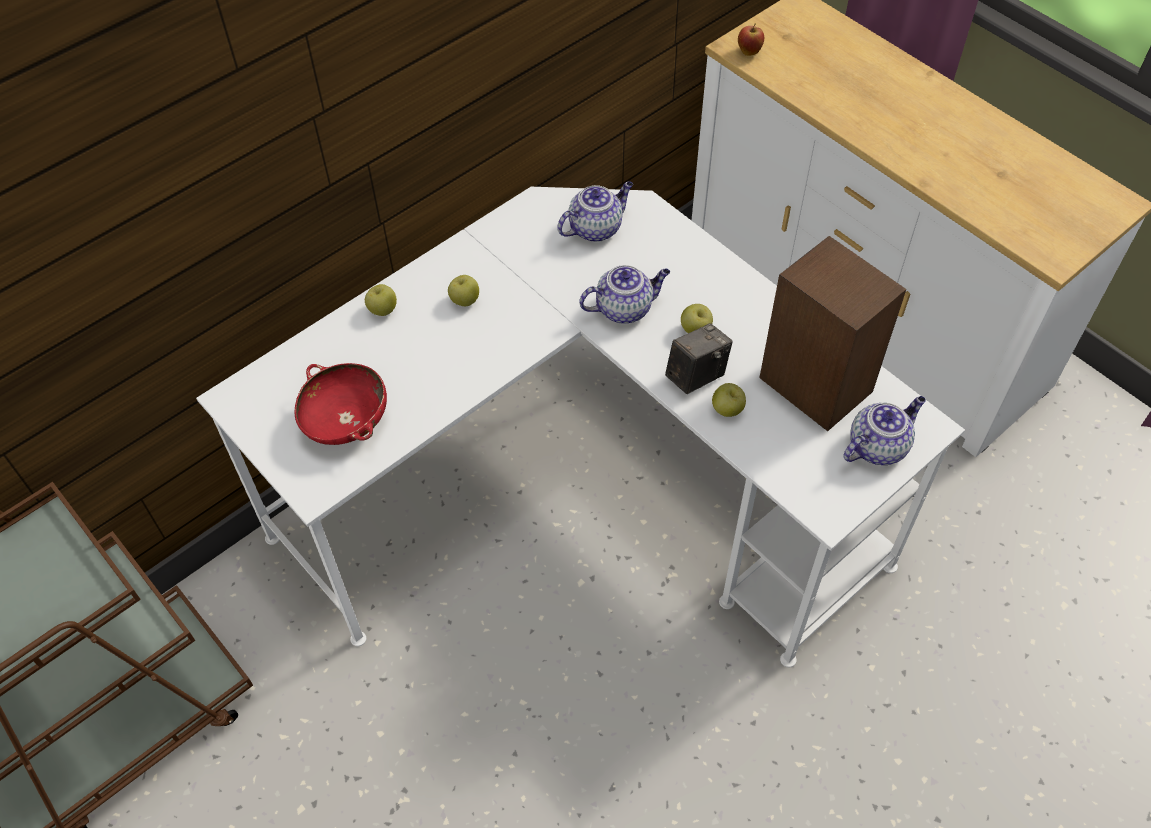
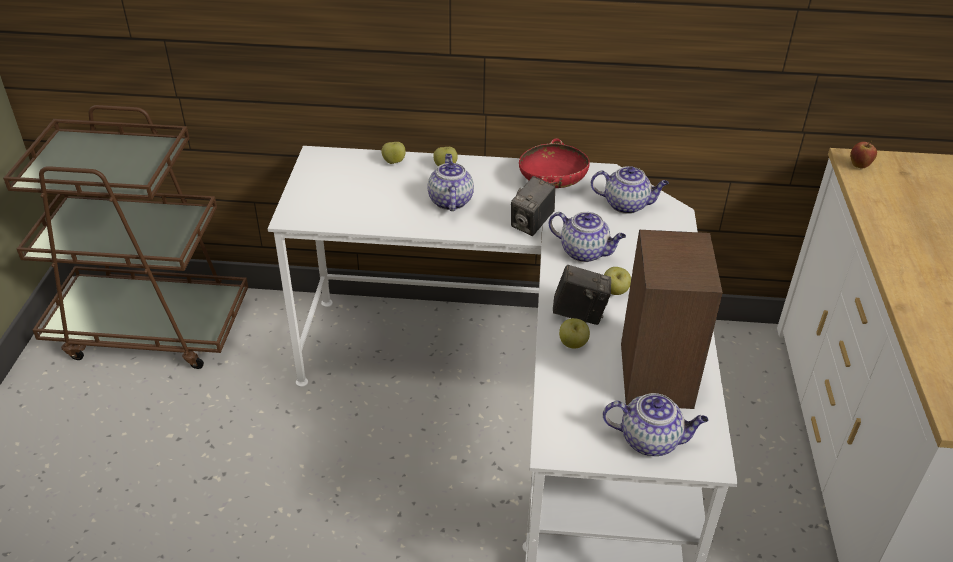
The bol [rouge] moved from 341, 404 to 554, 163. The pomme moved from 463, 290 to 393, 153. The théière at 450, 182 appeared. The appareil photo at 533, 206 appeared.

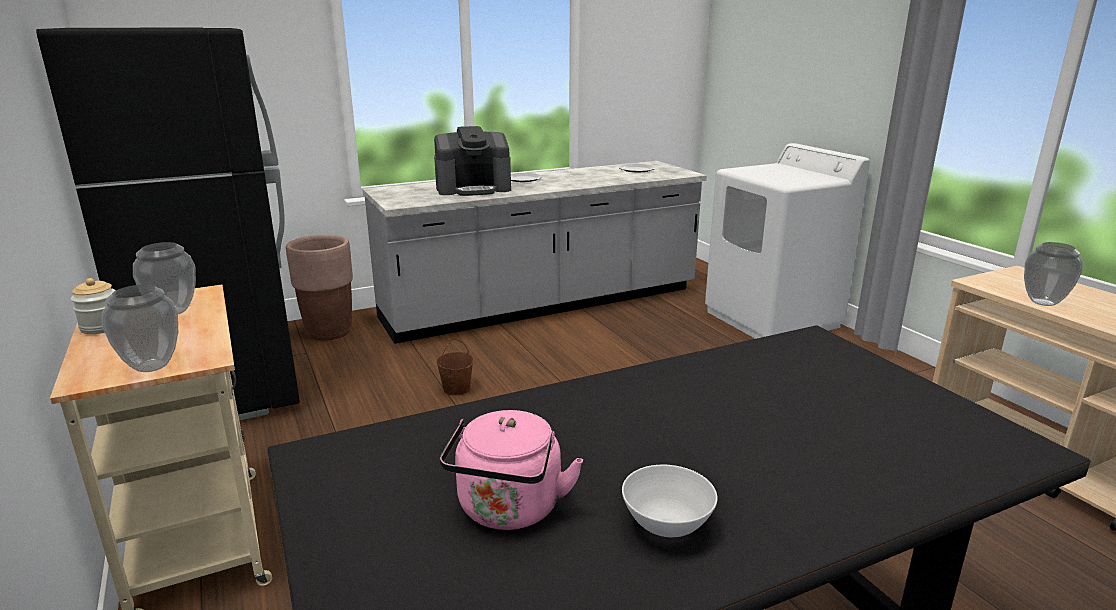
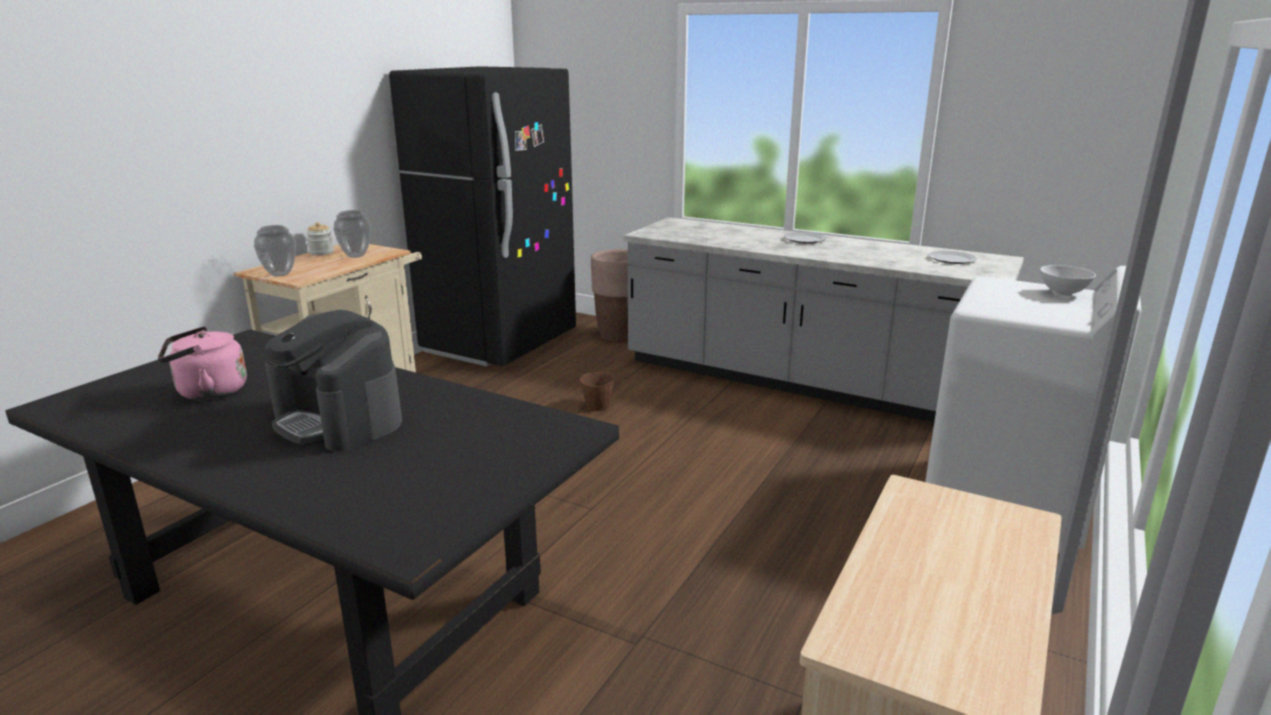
The machine à café moved from 472, 161 to 333, 380. The bol [blanc] moved from 670, 501 to 1068, 280. The vase at 1053, 274 disappeared.

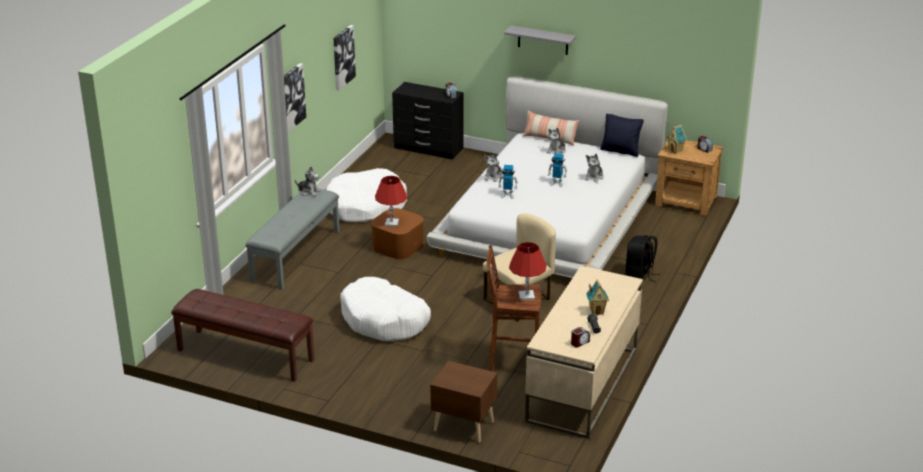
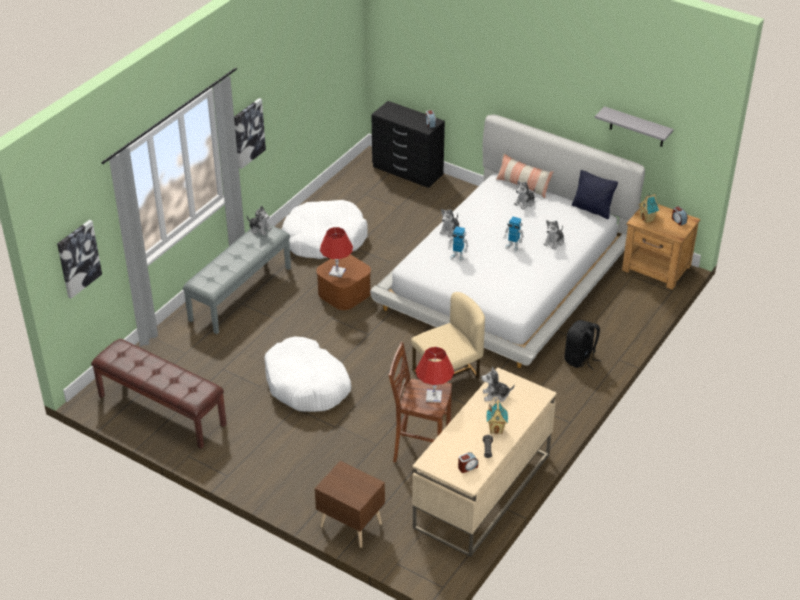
The tableau moved from 345, 57 to 79, 259. The étagère [gris] moved from 540, 40 to 634, 126. The peluche at 498, 384 appeared.

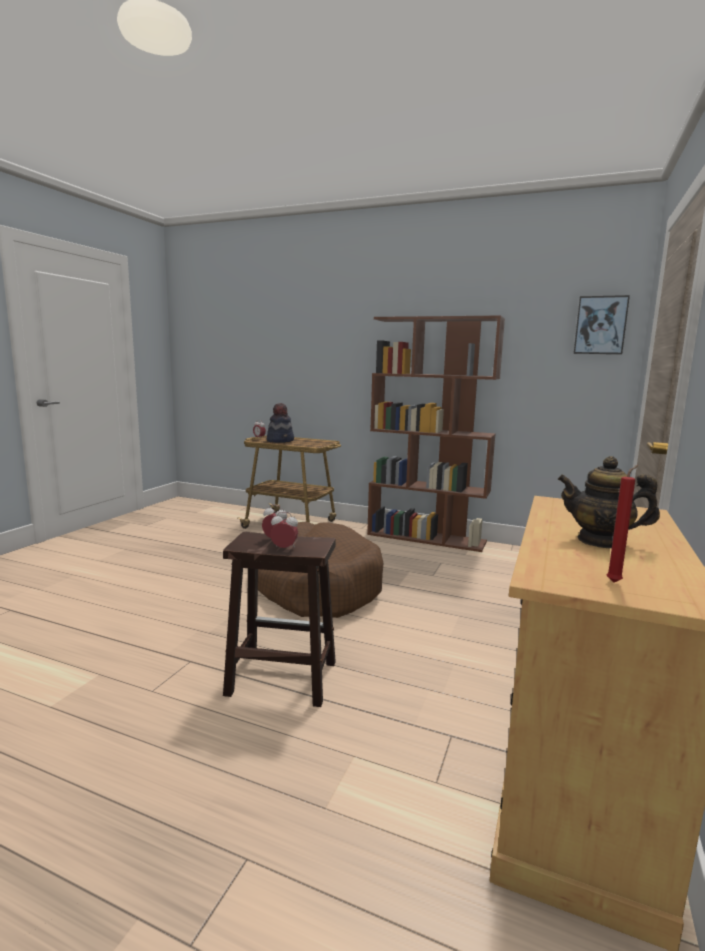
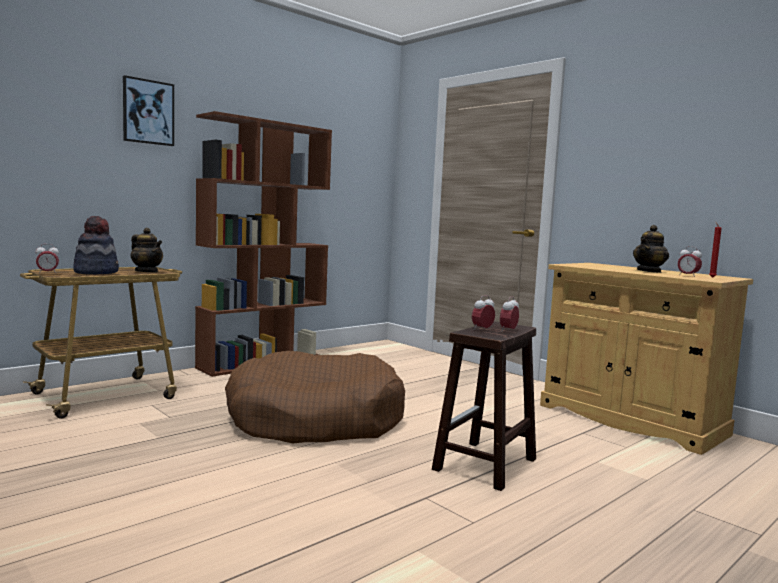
The tableau moved from 602, 324 to 148, 110. The théière at 146, 250 appeared. The réveil at 690, 261 appeared.

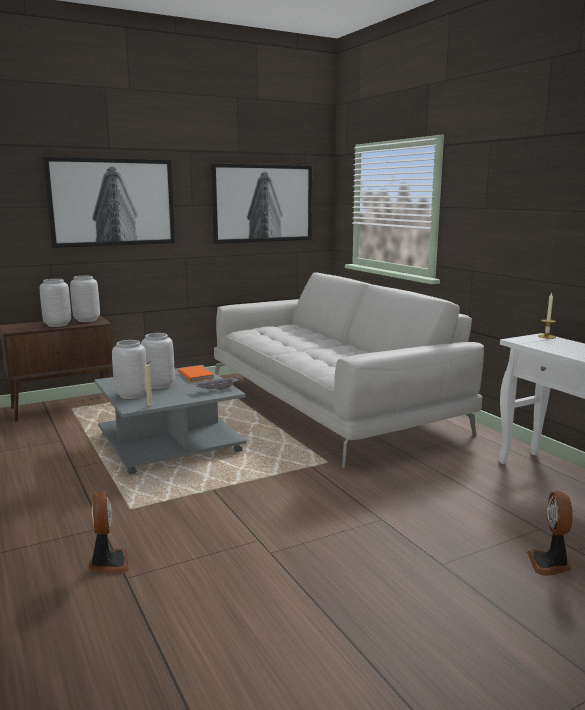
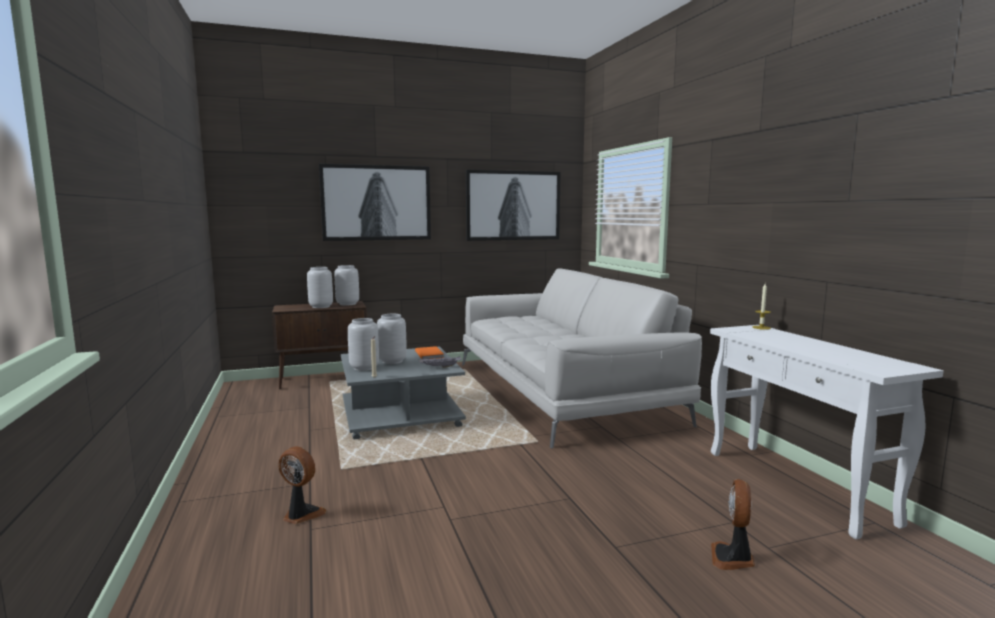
The ventilateur at 109, 532 turned 60 degrees counterclockwise.

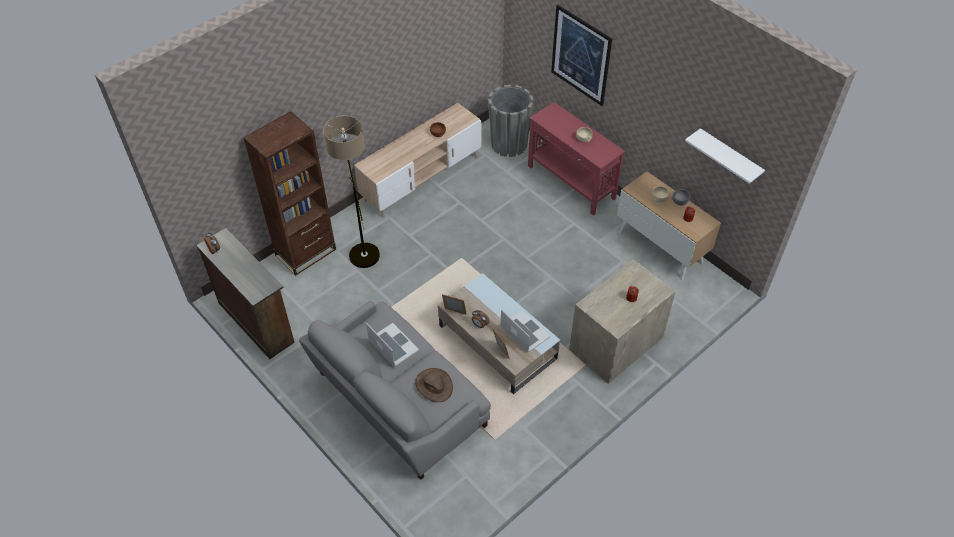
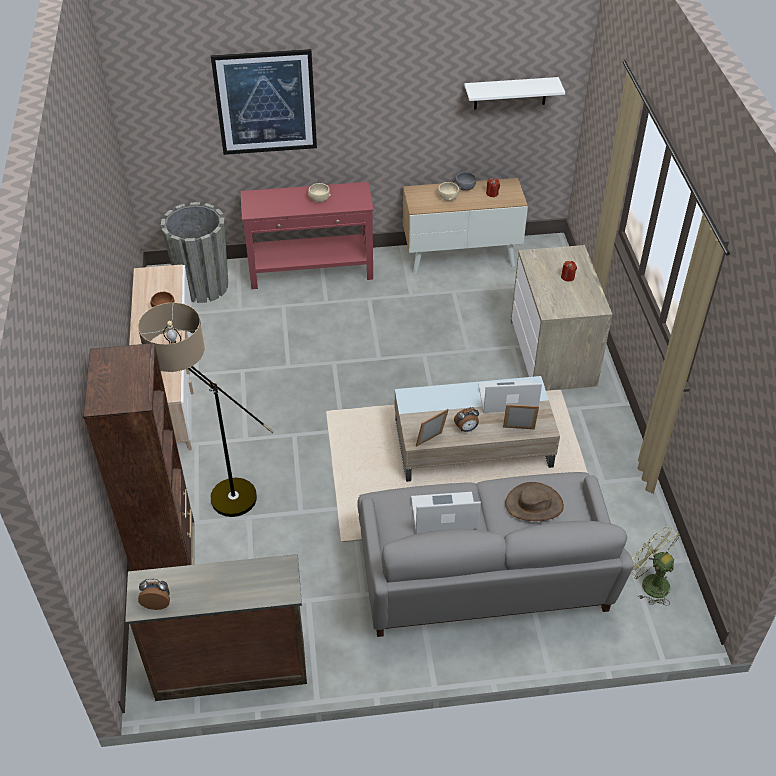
The ventilateur [vert] at 655, 566 appeared.

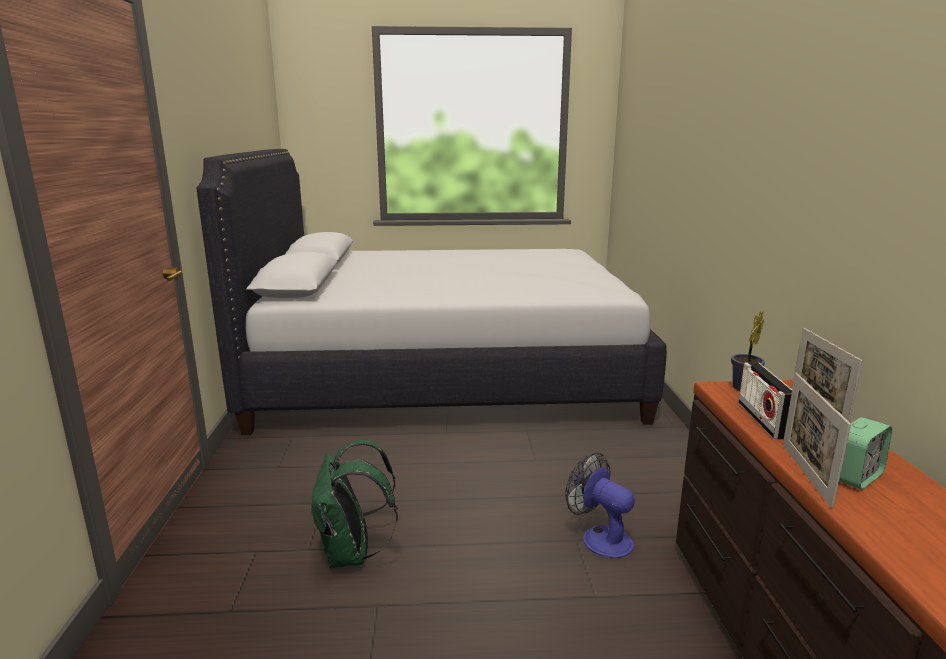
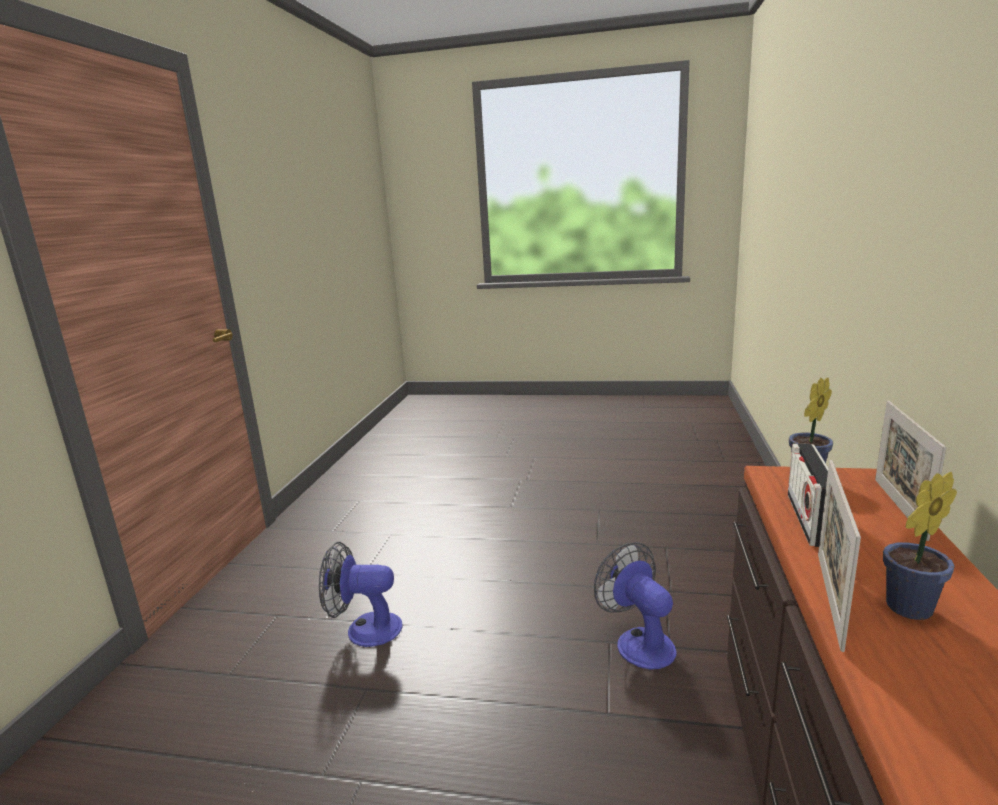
The lit [blanc] at 431, 292 disappeared. The sac à dos [vert] at 354, 503 was replaced by the ventilateur at 360, 594. The réveil at 865, 453 was replaced by the plante en pot at 920, 546.

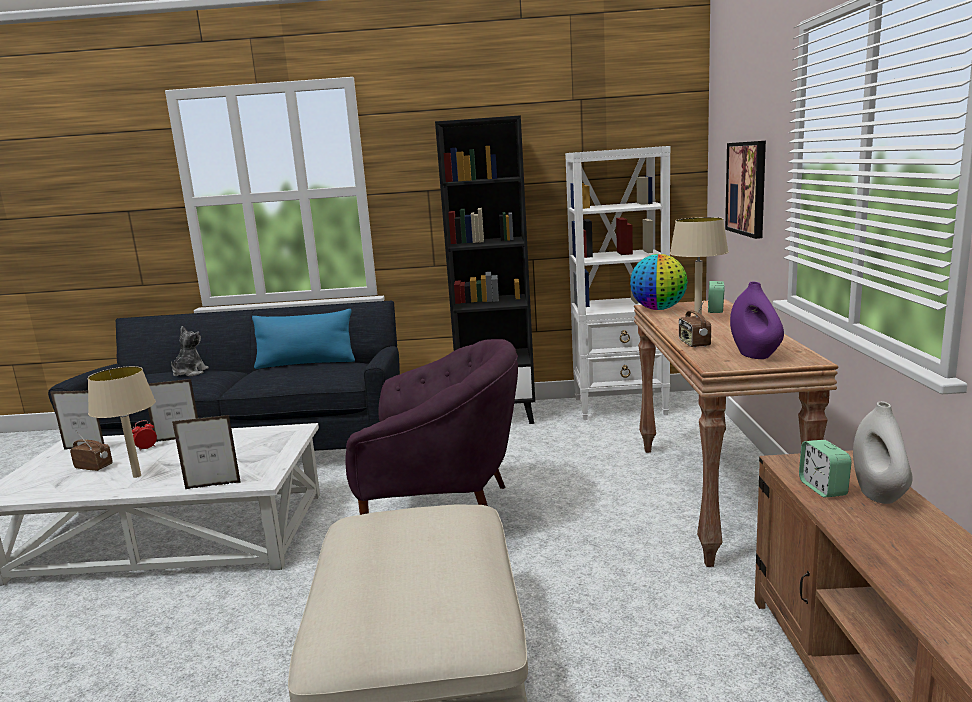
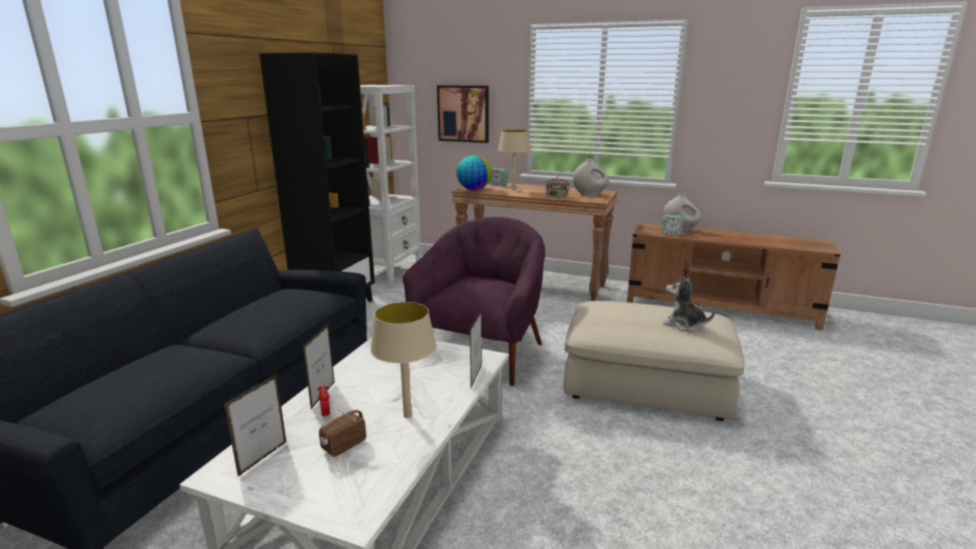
The peluche moved from 190, 351 to 689, 304. The coussin [bleu] at 303, 339 disappeared. The vase [violet] at 757, 320 became the vase [blanc] at 591, 177.

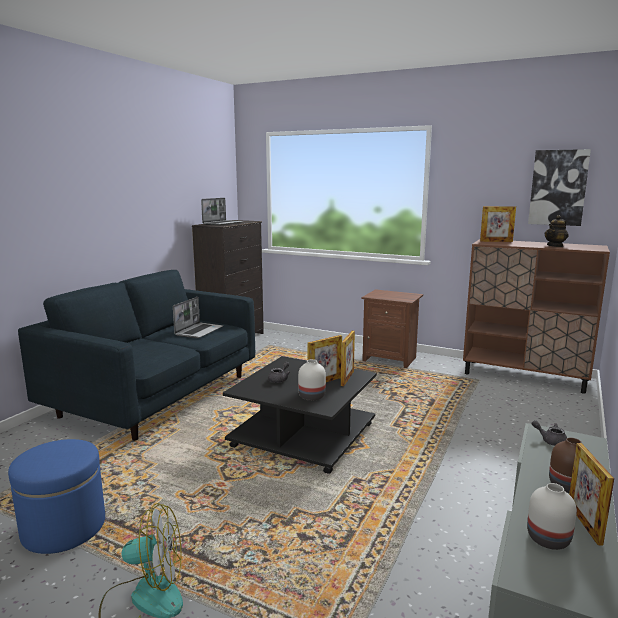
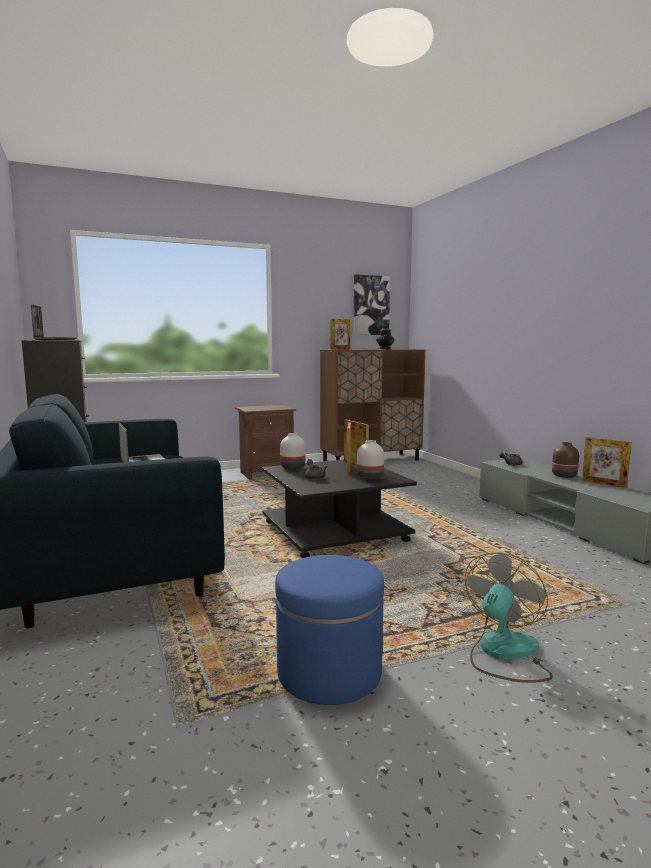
The vase [blanc] moved from 552, 516 to 292, 451.

